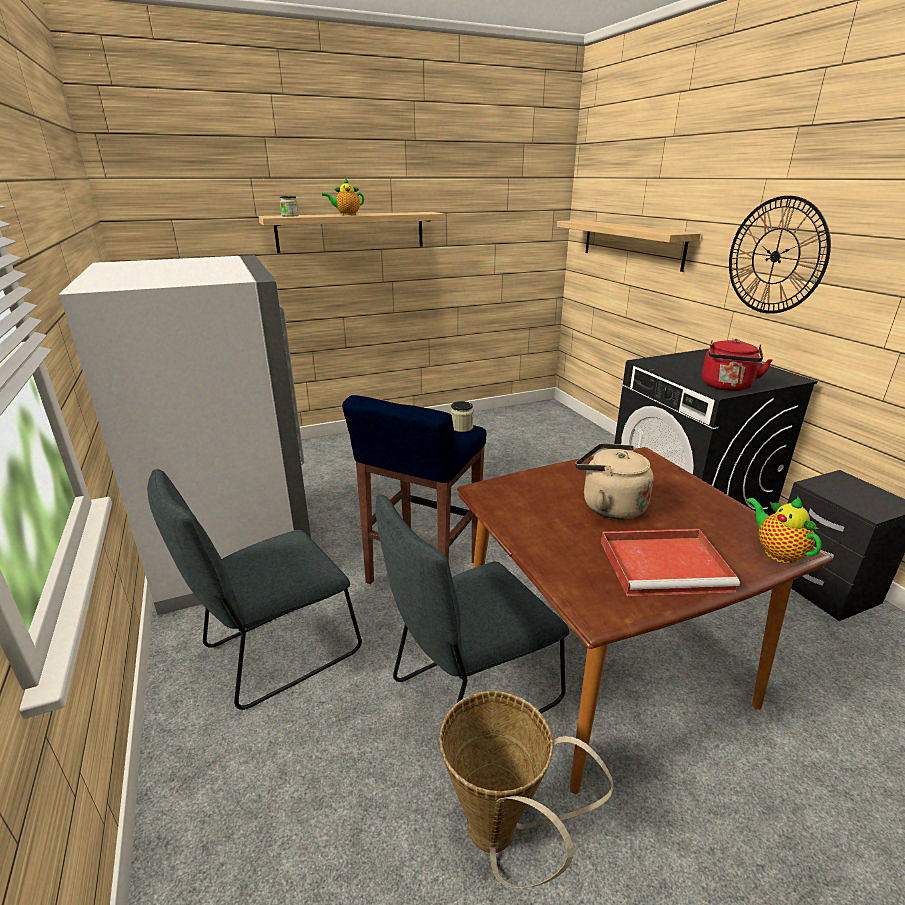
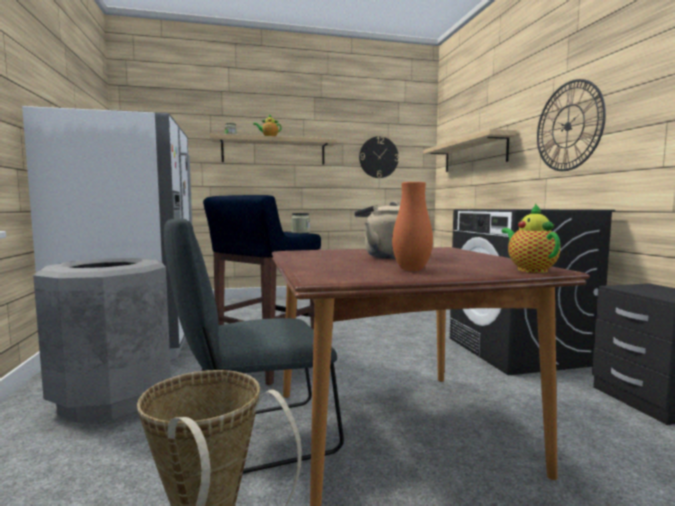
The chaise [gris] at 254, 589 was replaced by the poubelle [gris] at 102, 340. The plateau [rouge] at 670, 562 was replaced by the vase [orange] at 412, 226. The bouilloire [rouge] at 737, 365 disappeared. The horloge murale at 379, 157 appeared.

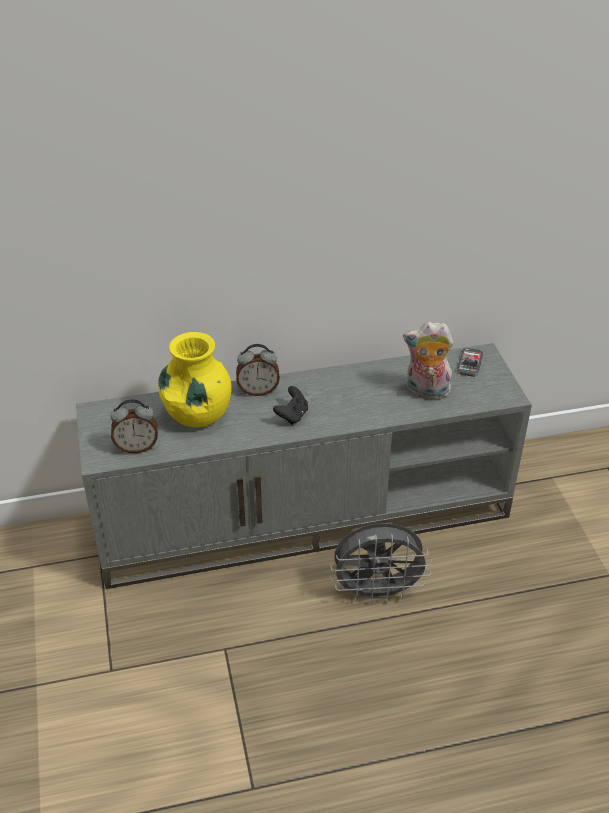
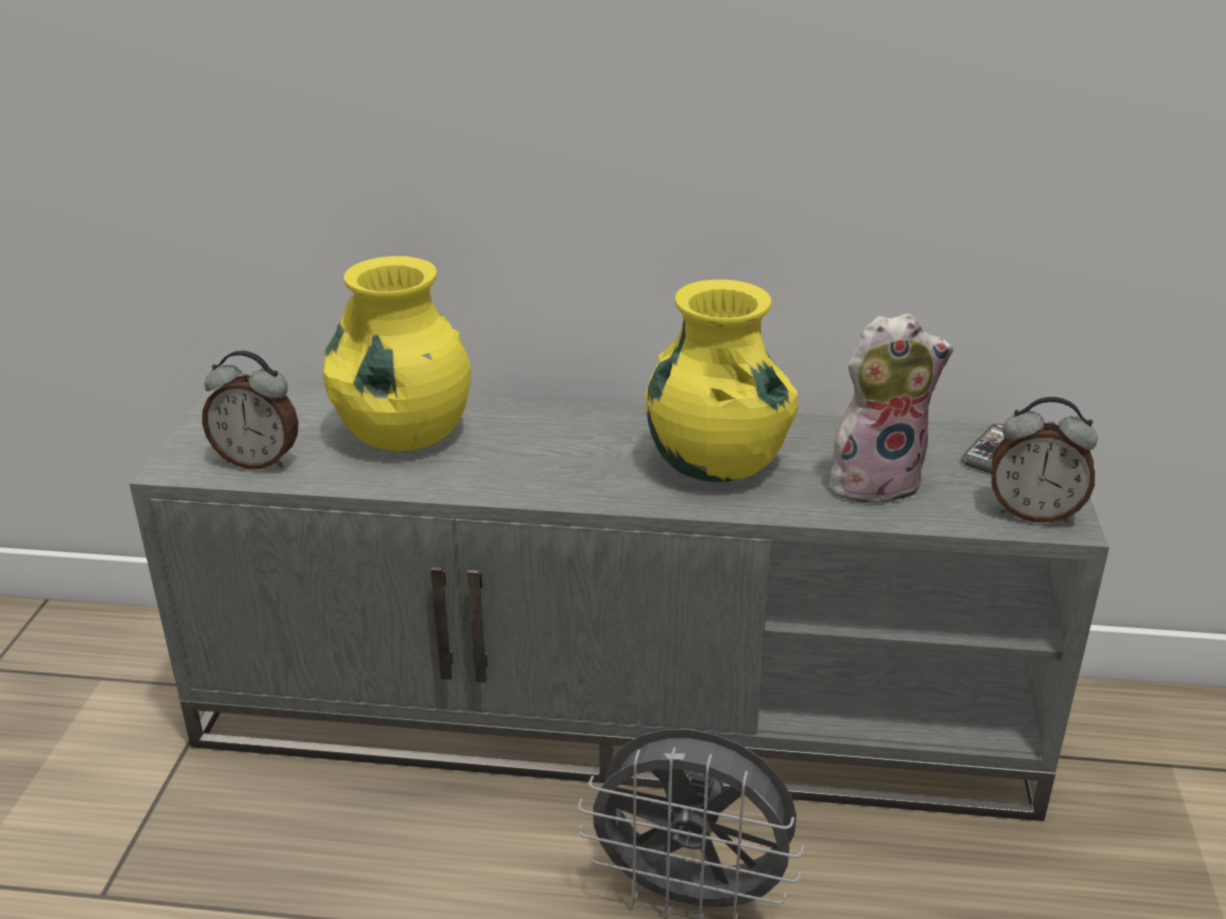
The réveil moved from 258, 370 to 1044, 460. The manette [noir] at 290, 405 disappeared. The peluche at 428, 361 turned 135 degrees clockwise. The vase [jaune] at 721, 381 appeared.

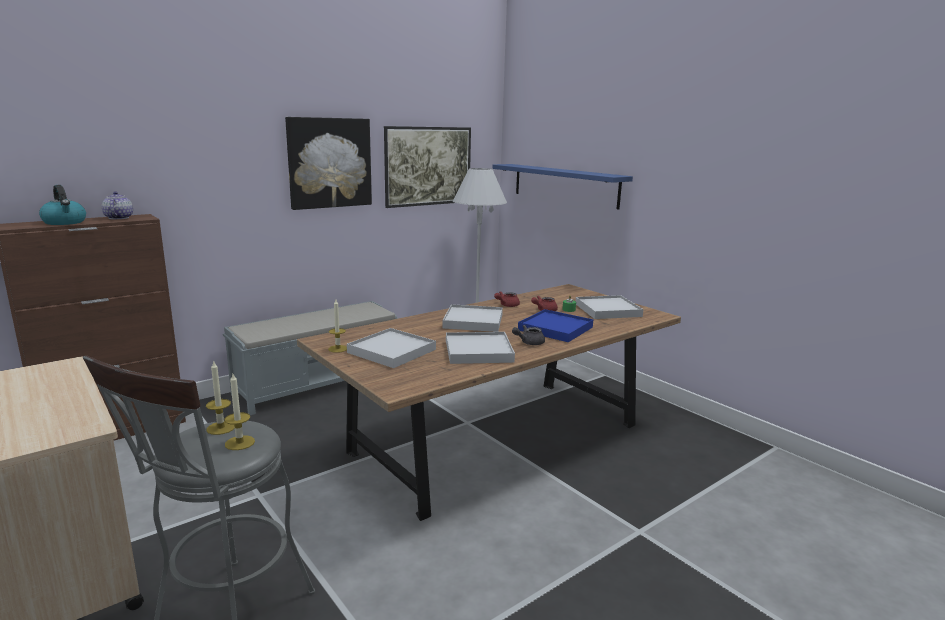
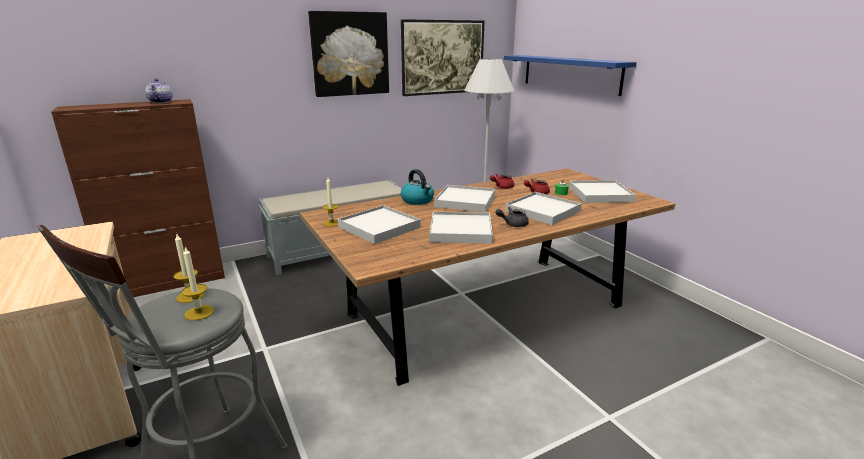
The bouilloire moved from 62, 205 to 417, 187. The plateau [bleu] at 555, 325 became the plateau [blanc] at 543, 208.

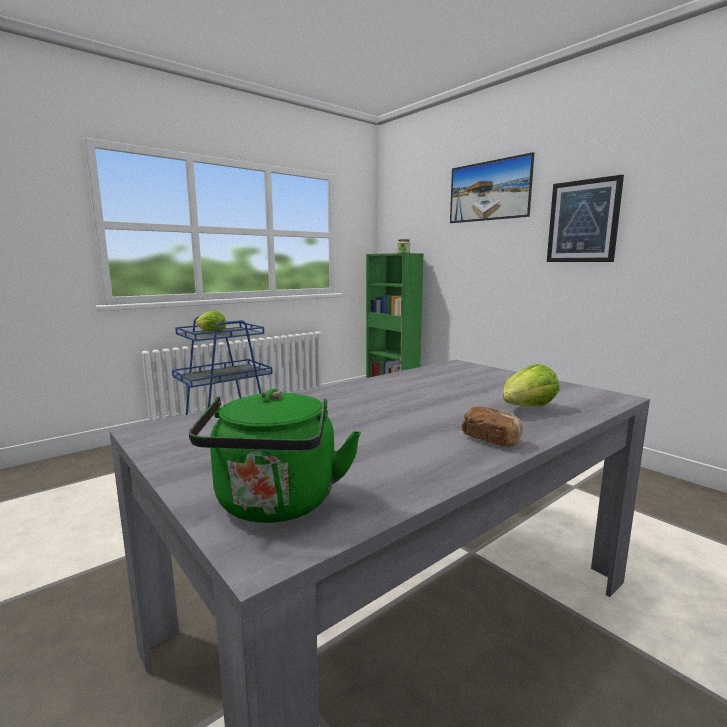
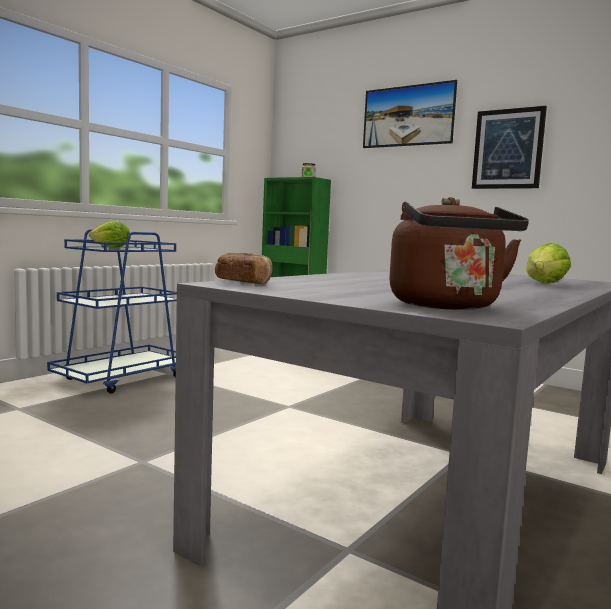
The bouilloire [vert] at 275, 456 became the bouilloire [marron] at 459, 253. The pain moved from 492, 426 to 244, 269.

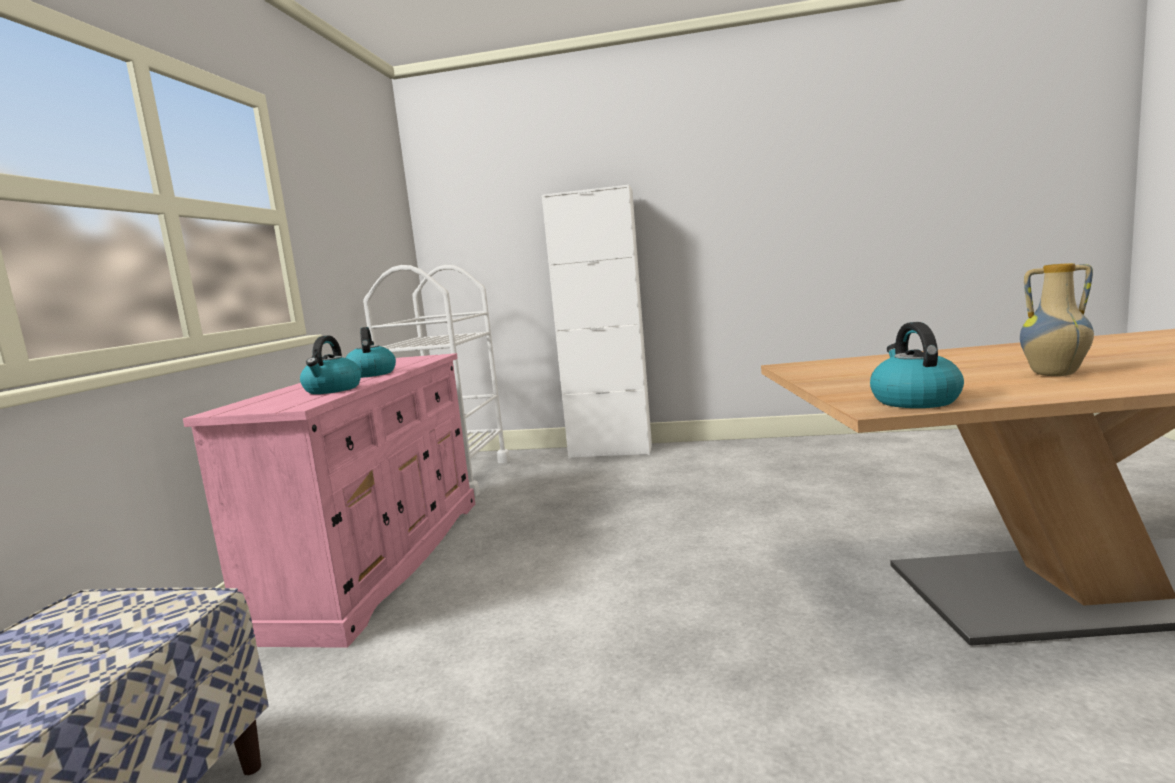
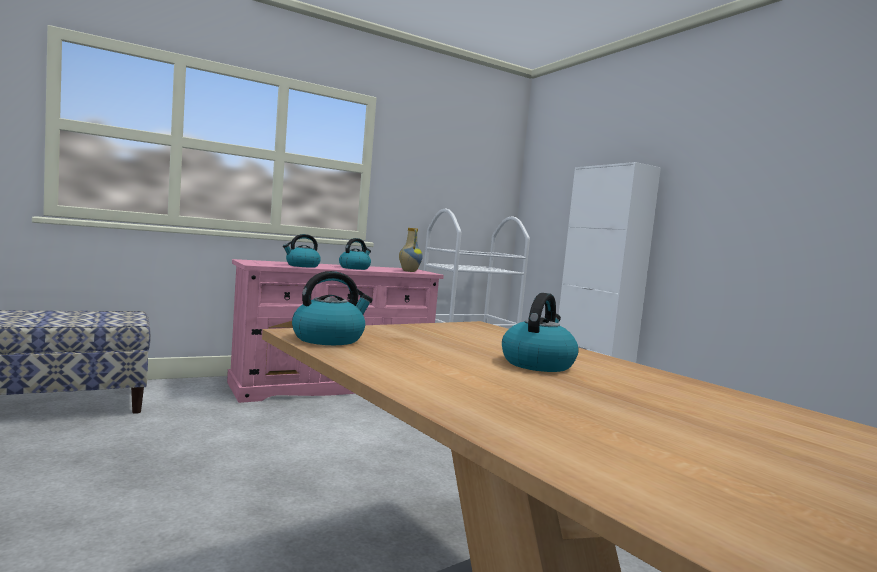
The vase moved from 1057, 319 to 411, 250. The bouilloire at 540, 332 appeared.

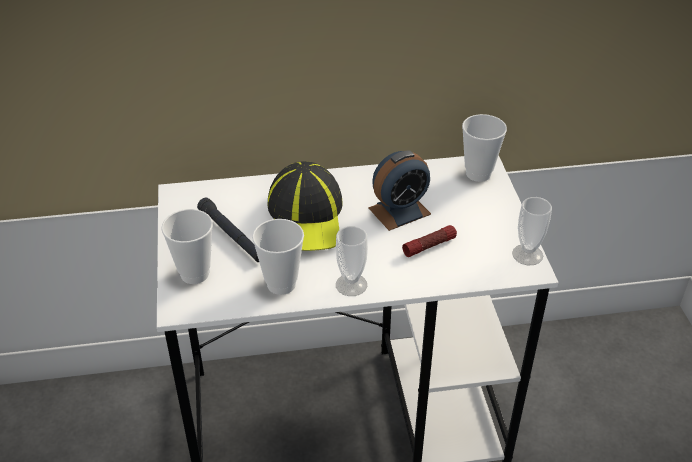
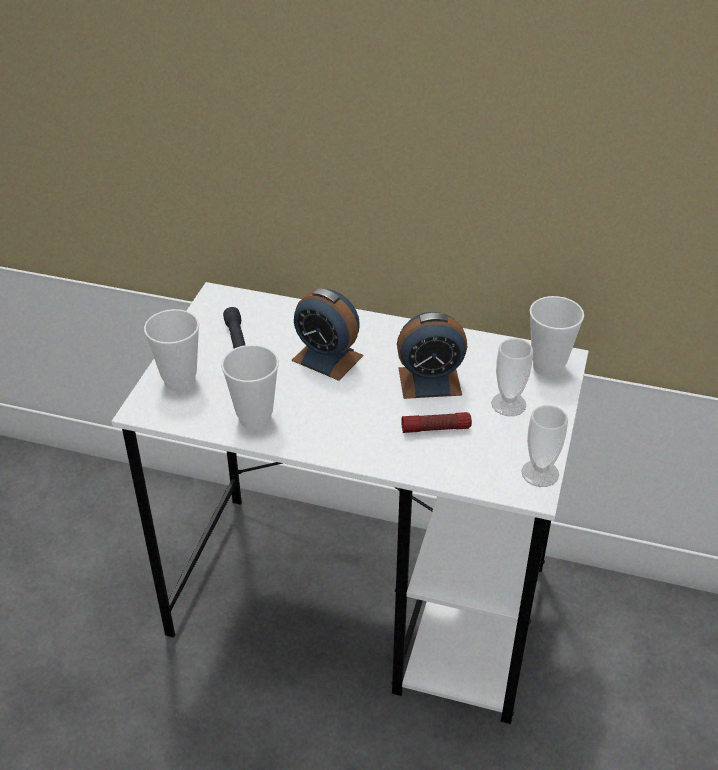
The casquette at 305, 206 was replaced by the réveil at 327, 334. The tasse moved from 352, 261 to 512, 377.

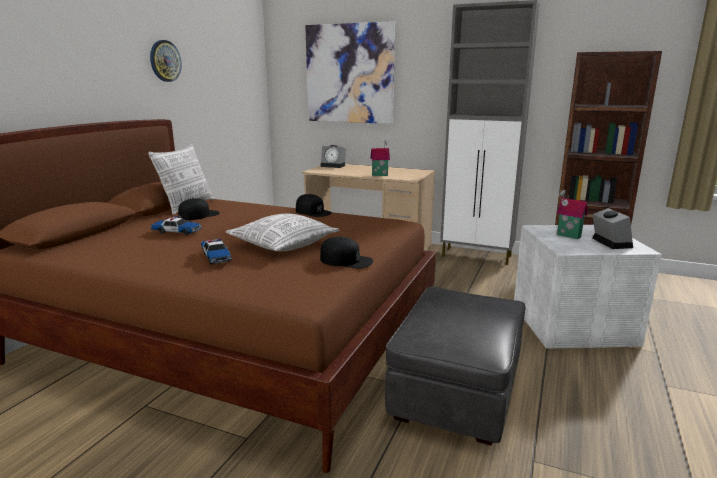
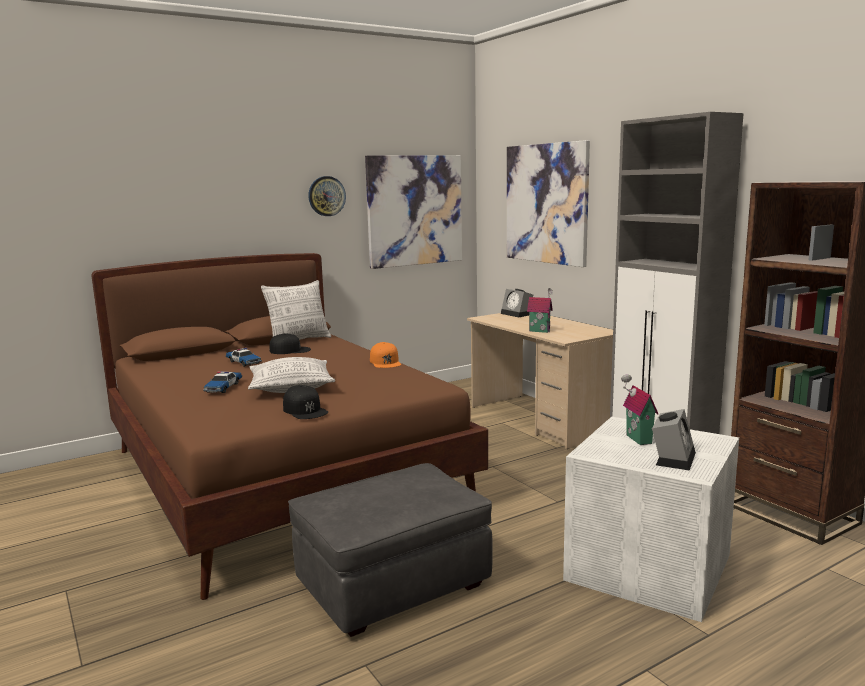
The casquette [noir] at 314, 205 became the casquette [orange] at 385, 355. The tableau at 413, 212 appeared.

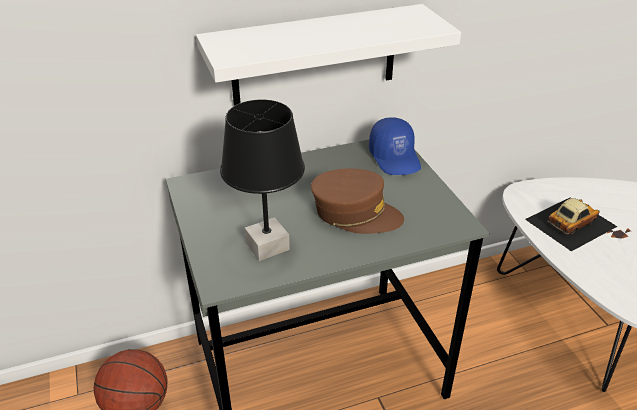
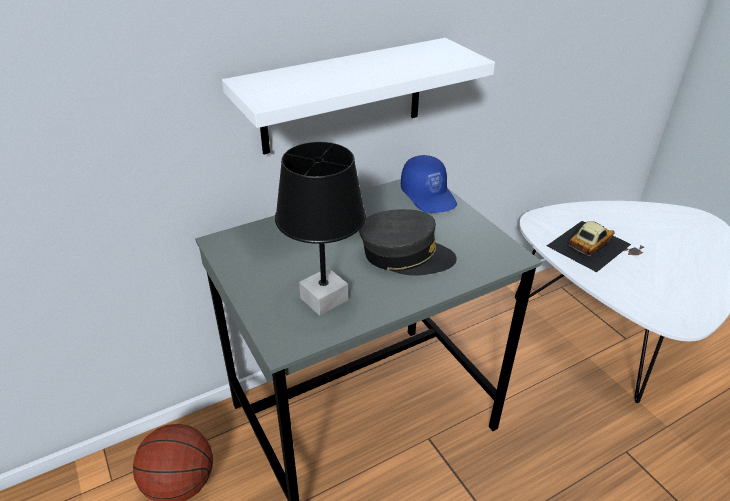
The casquette [marron] at 357, 201 became the casquette [gris] at 408, 242.

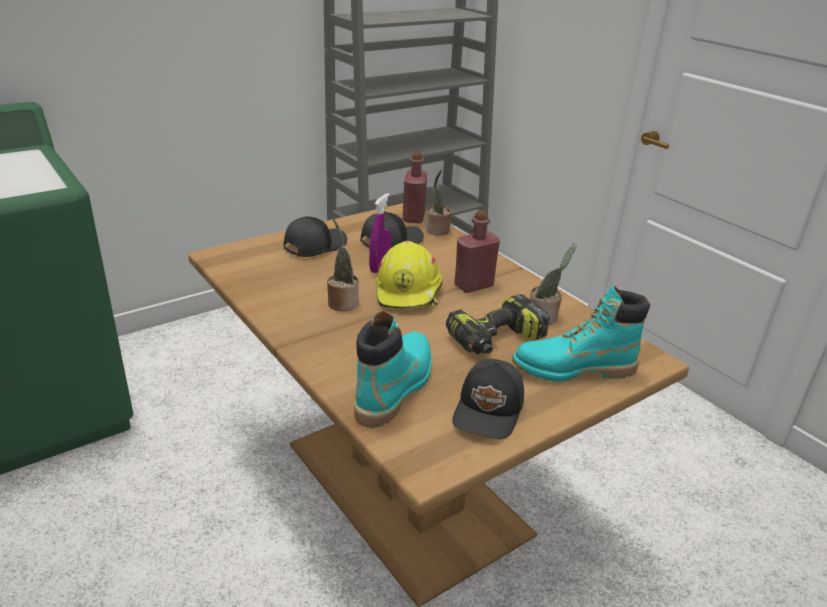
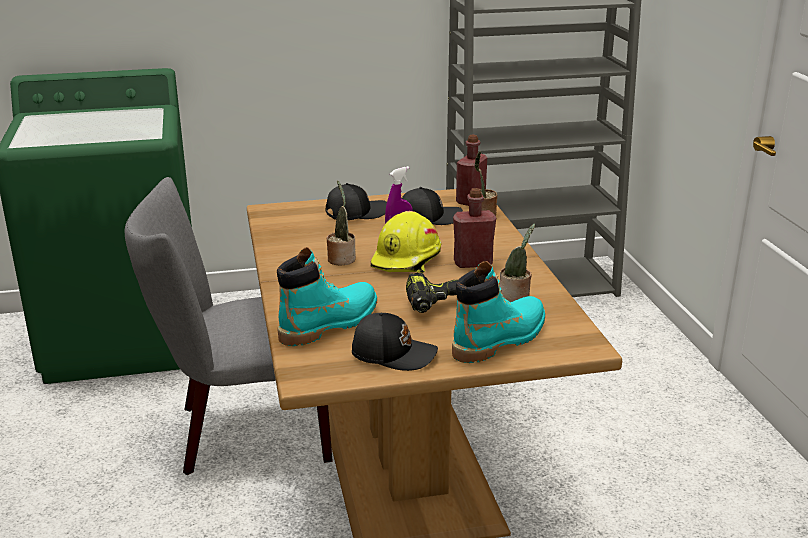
The casquette [noir] at 488, 399 turned 120 degrees counterclockwise. The botte [turquoise] at 581, 333 turned 120 degrees clockwise. The chaise [gris] at 229, 326 appeared.

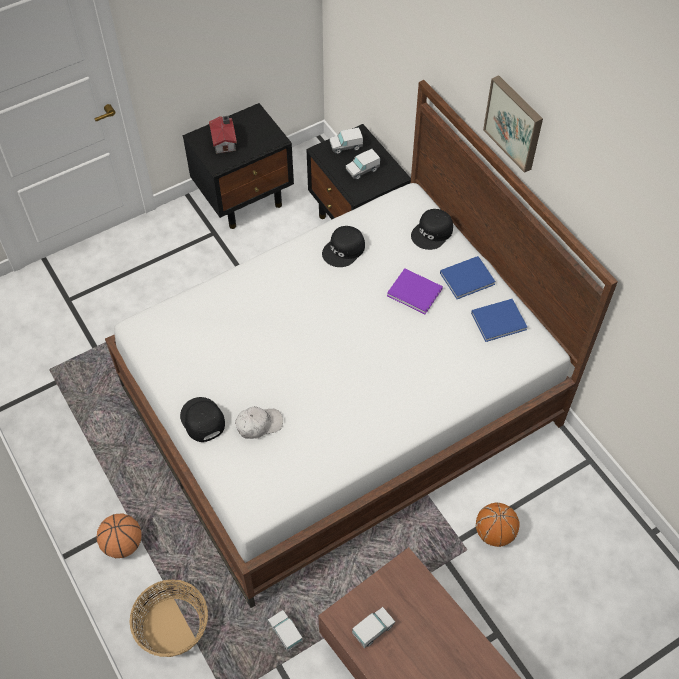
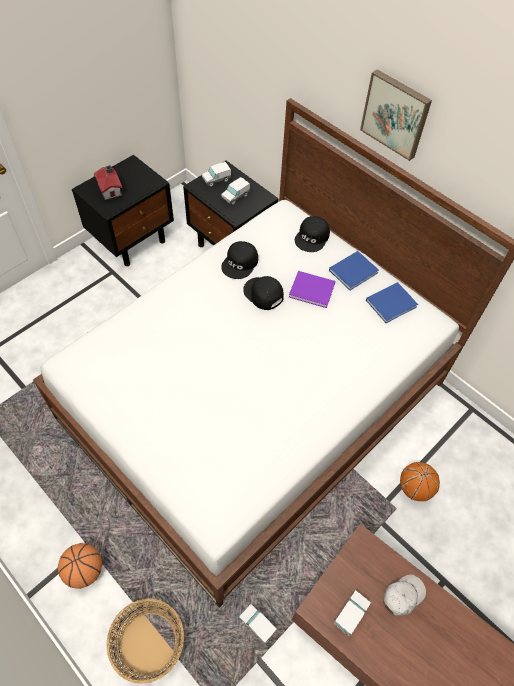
The casquette [noir] moved from 202, 419 to 263, 293. The casquette [blanc] moved from 259, 422 to 404, 595.

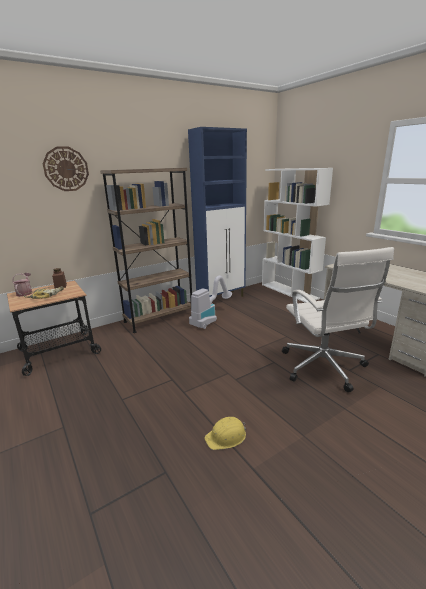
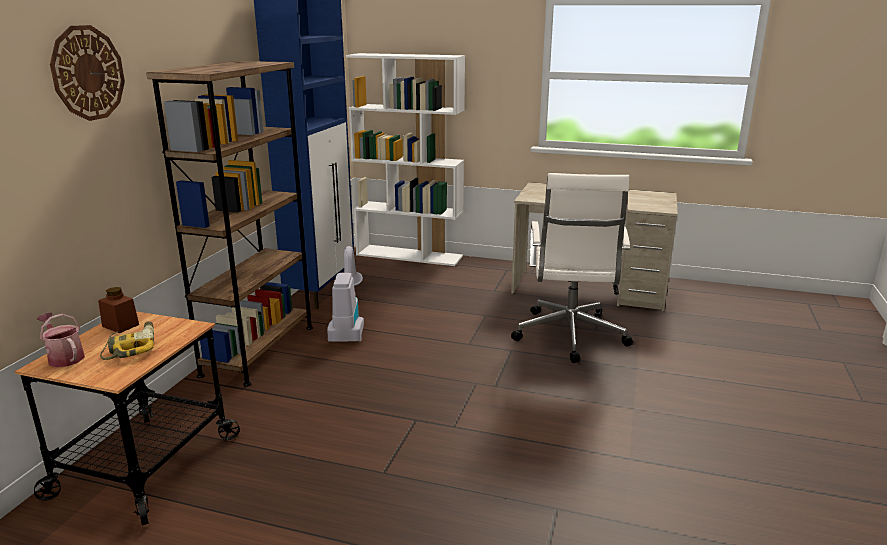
The casque de chantier [jaune] at 225, 433 disappeared. The chaise de bureau [blanc] at 338, 319 turned 60 degrees clockwise.

